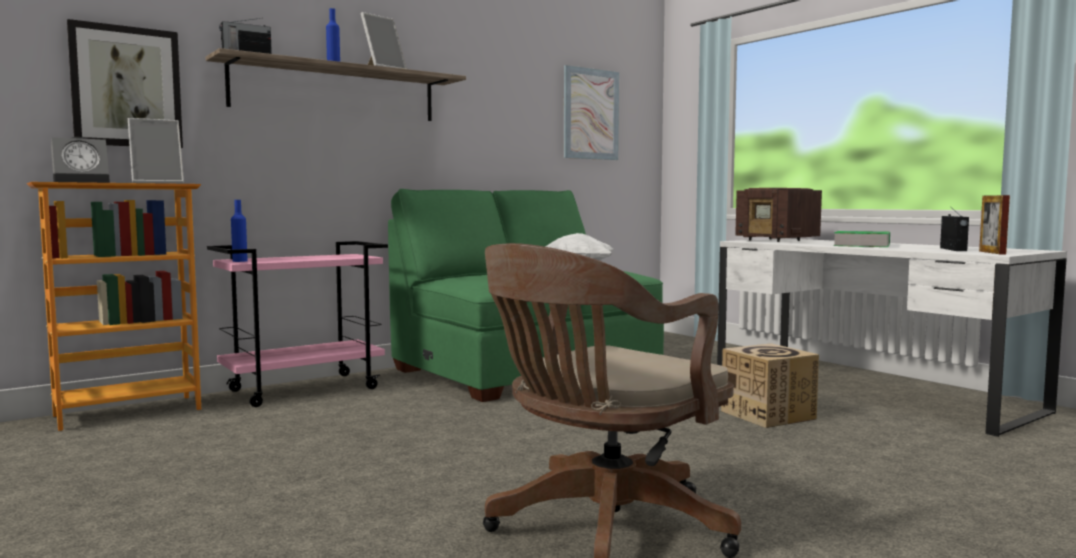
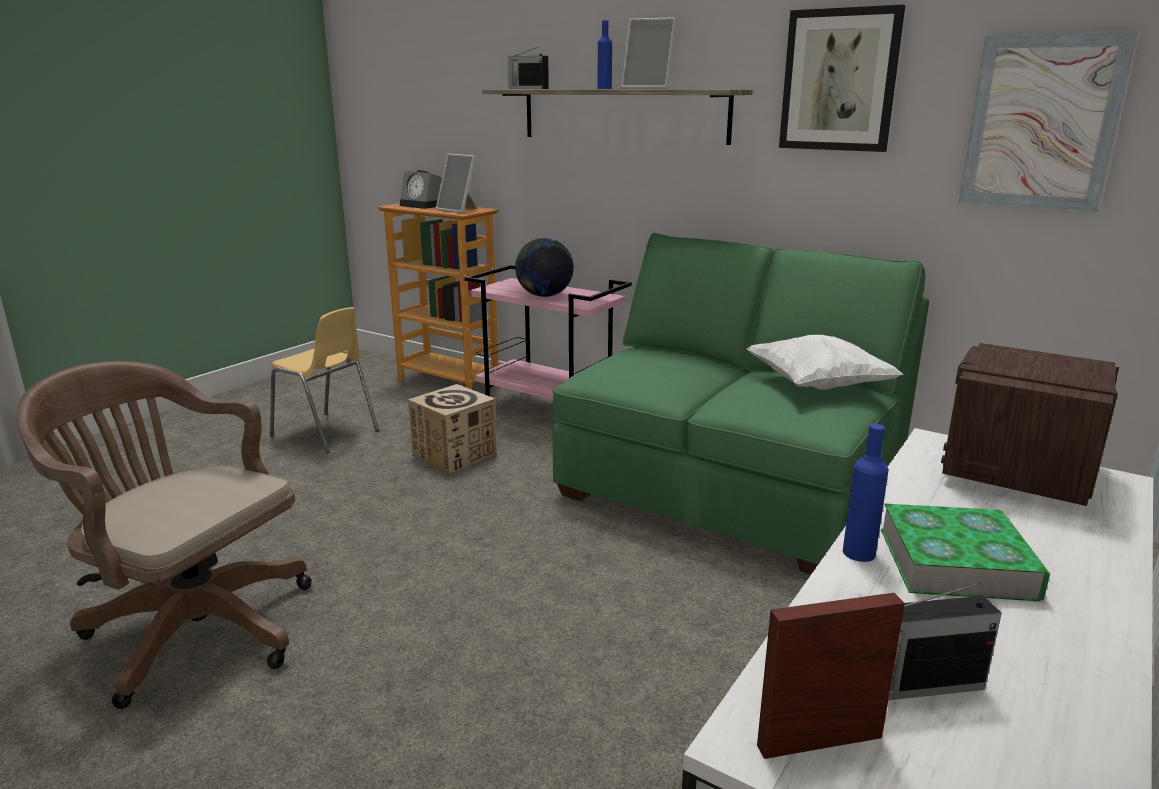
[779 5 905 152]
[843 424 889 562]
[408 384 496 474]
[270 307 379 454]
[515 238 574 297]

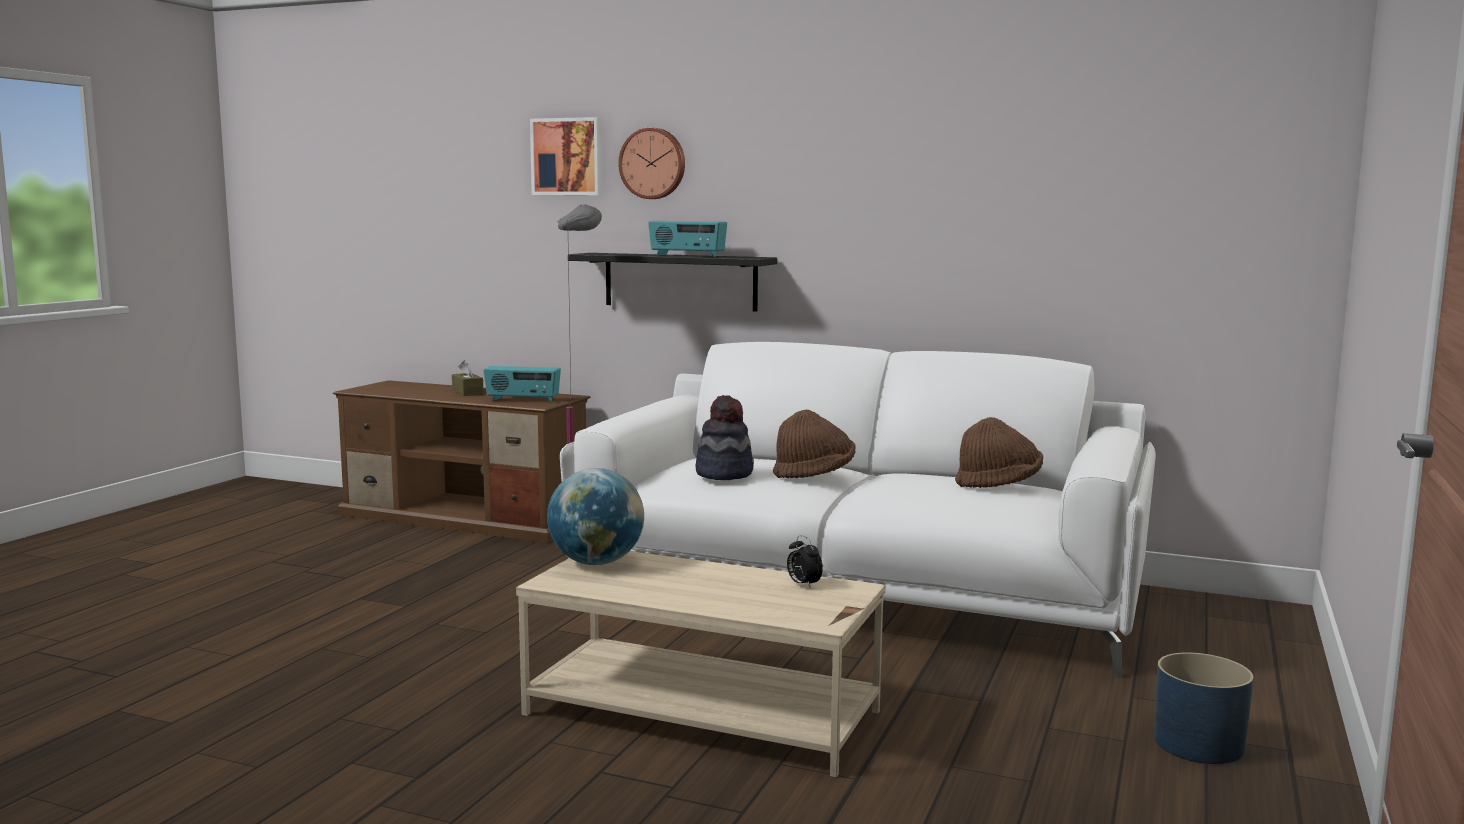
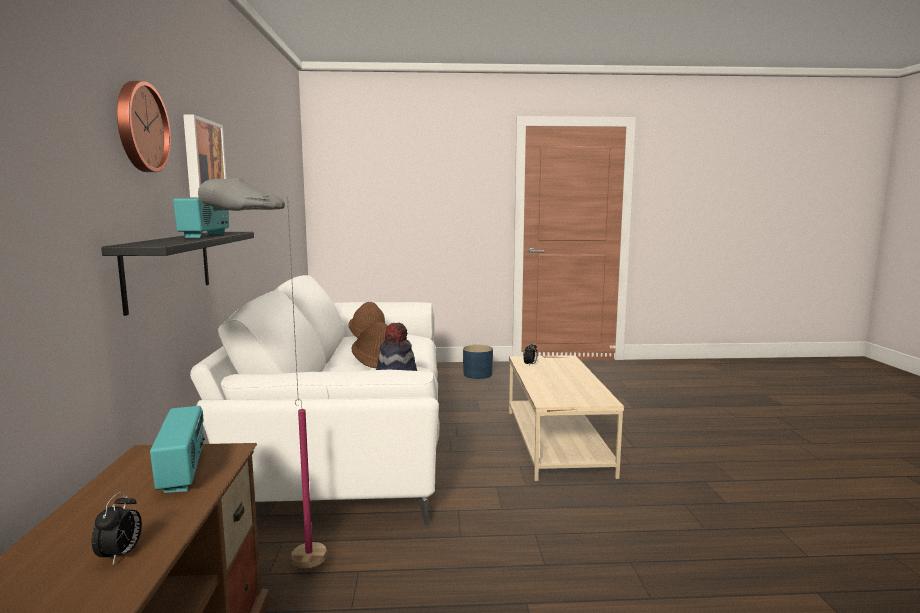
[452 360 484 396] (first image)
[183 114 227 198]
[547 468 644 565] (first image)
[92 492 142 565]

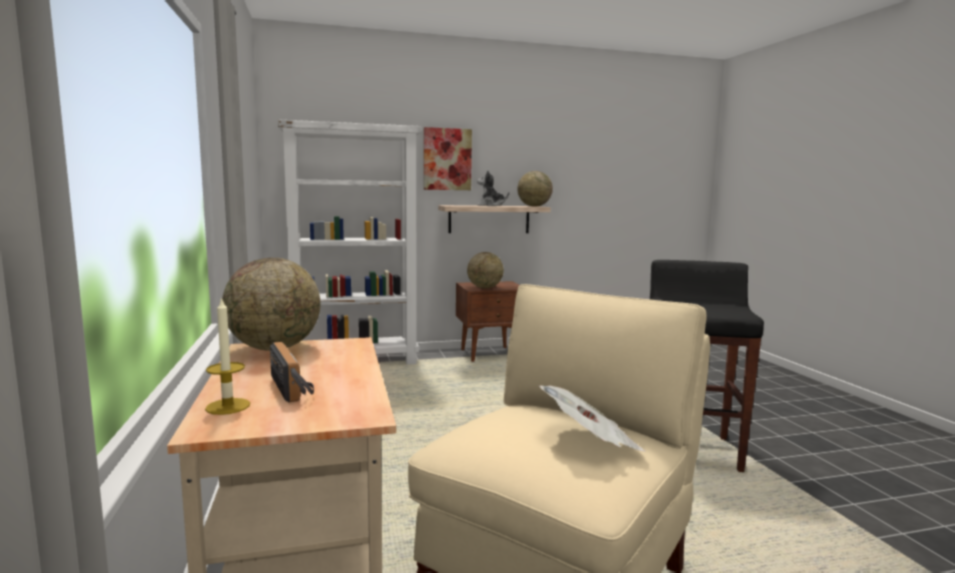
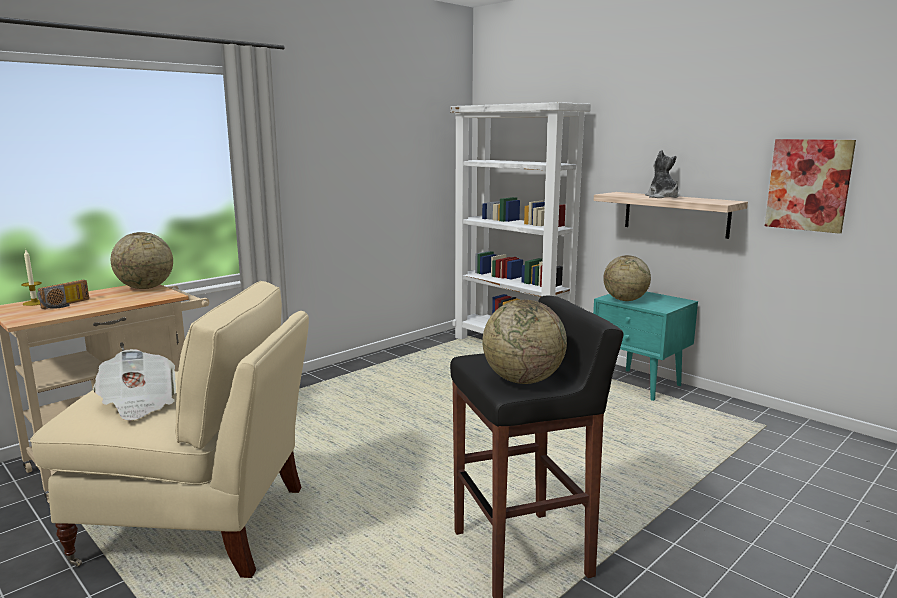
[765 139 856 234]
[593 291 698 401]
[482 300 567 384]

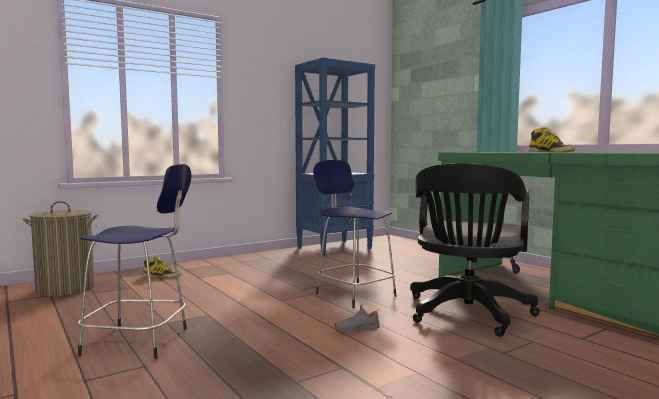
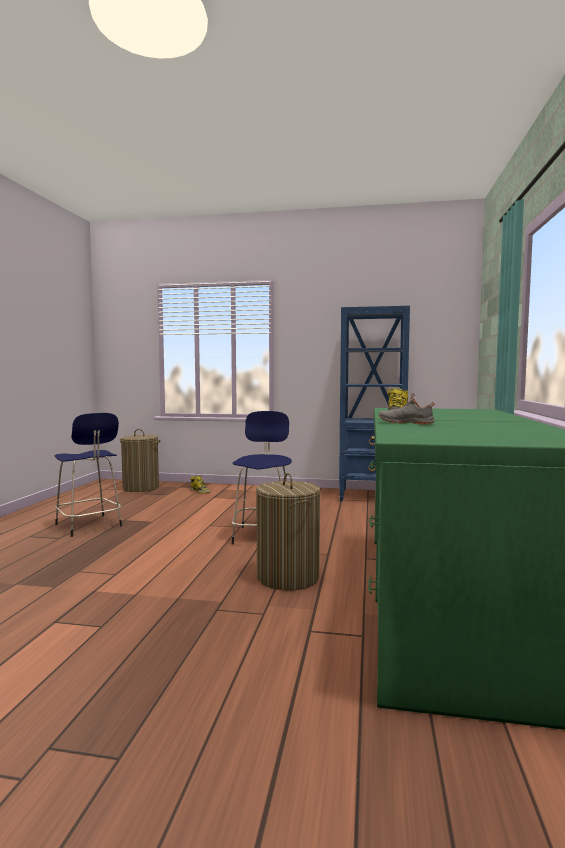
[379 393 435 425]
[256 473 321 590]

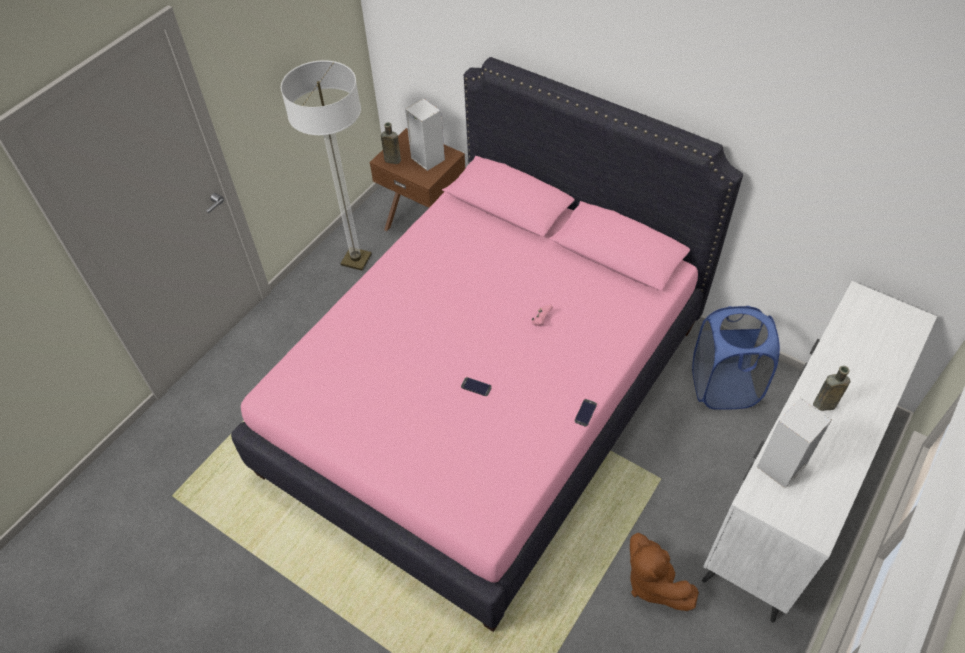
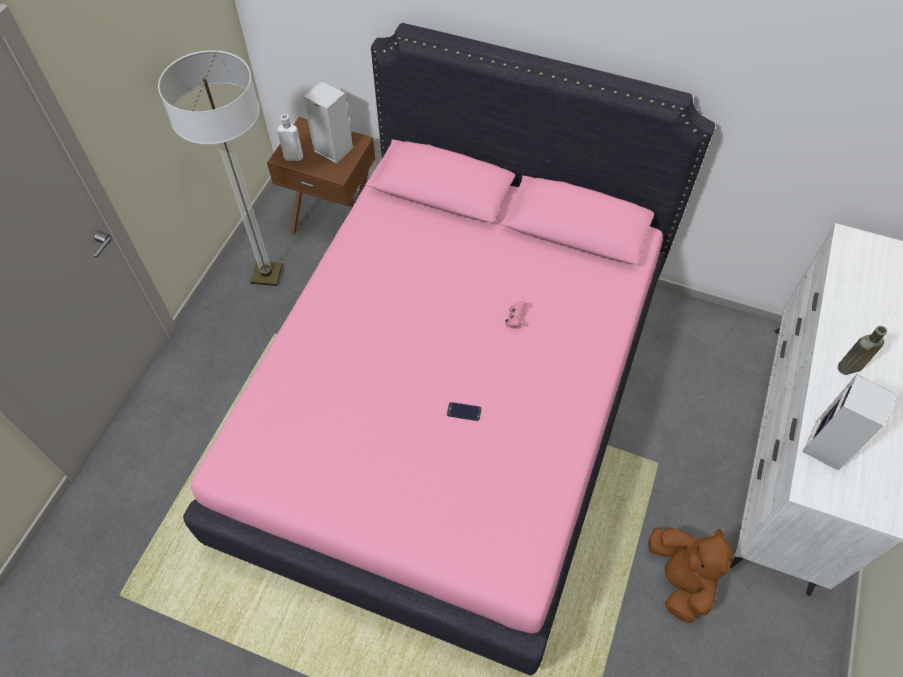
[277 114 303 161]
[575 399 597 426] (first image)
[648 527 733 623]
[692 306 780 410] (first image)

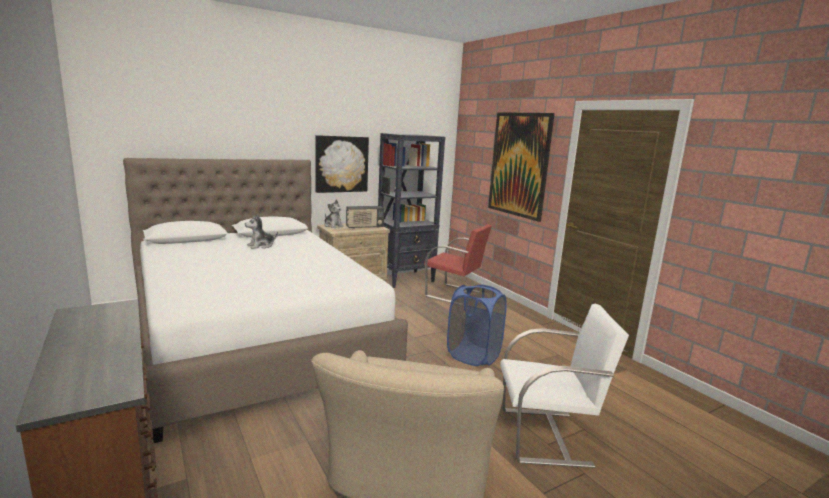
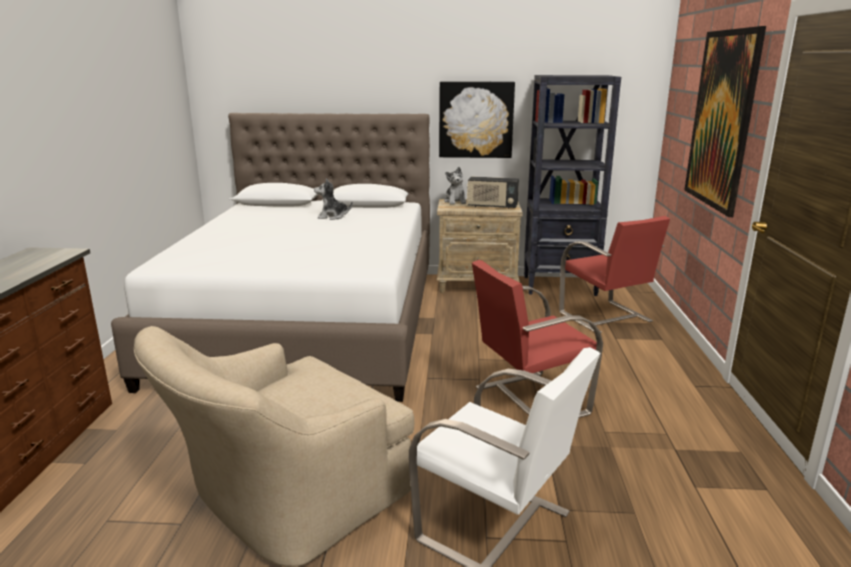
[472 260 603 418]

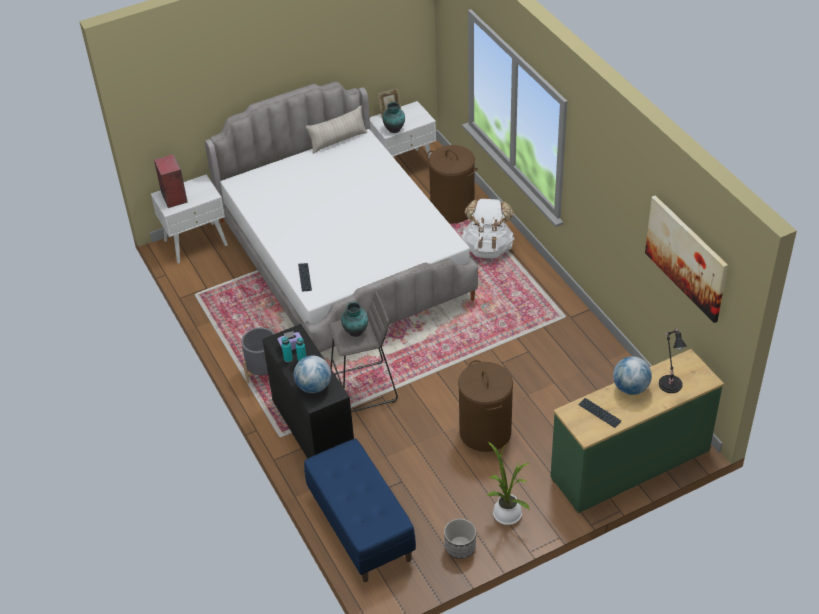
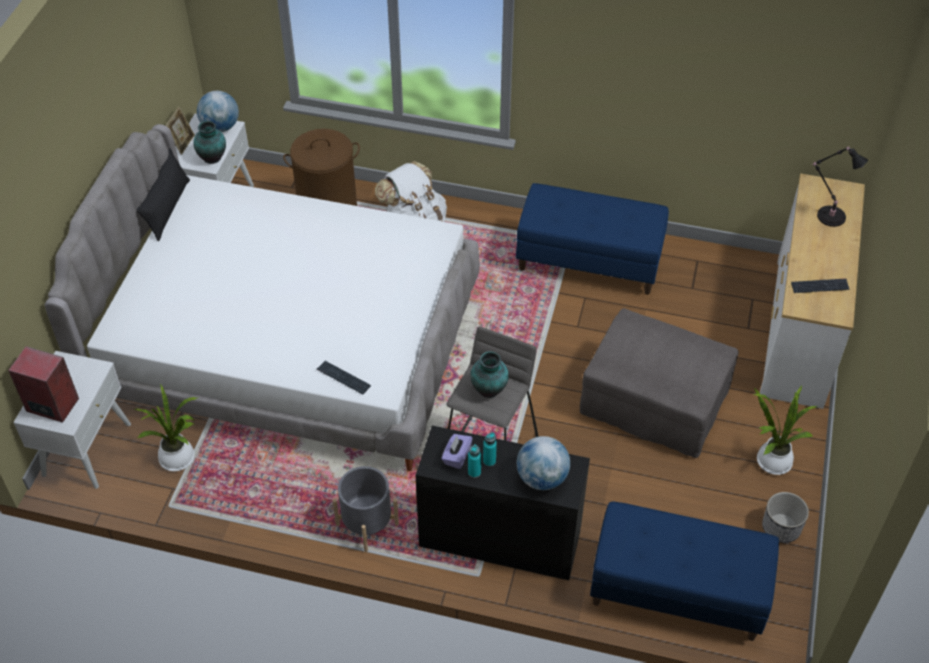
[137 148 190 242]
[580 308 739 458]
[760 173 865 409]
[197 91 239 132]
[645 195 728 323] (first image)
[134 383 197 471]
[516 183 669 295]

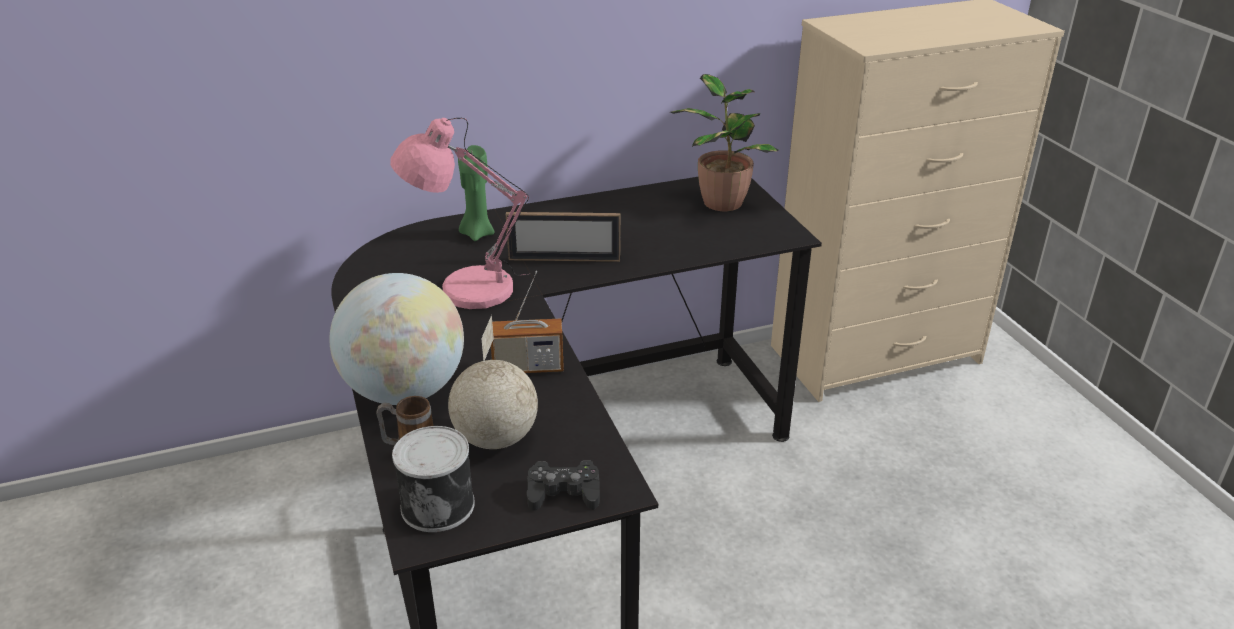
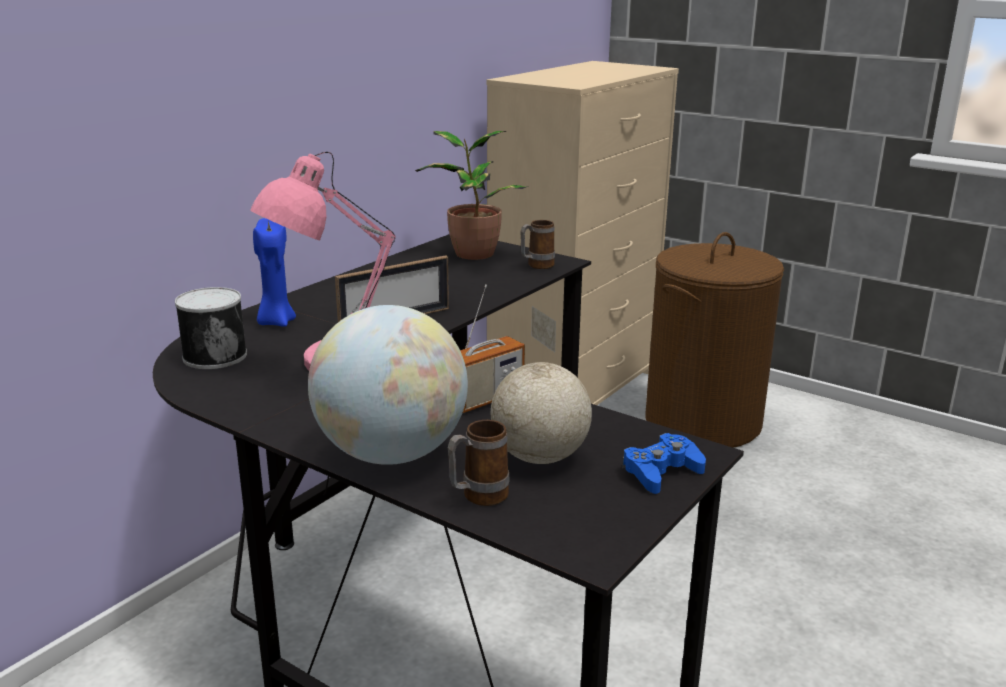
[175 287 247 369]
[253 218 296 327]
[622 433 706 494]
[520 220 555 269]
[645 232 784 448]

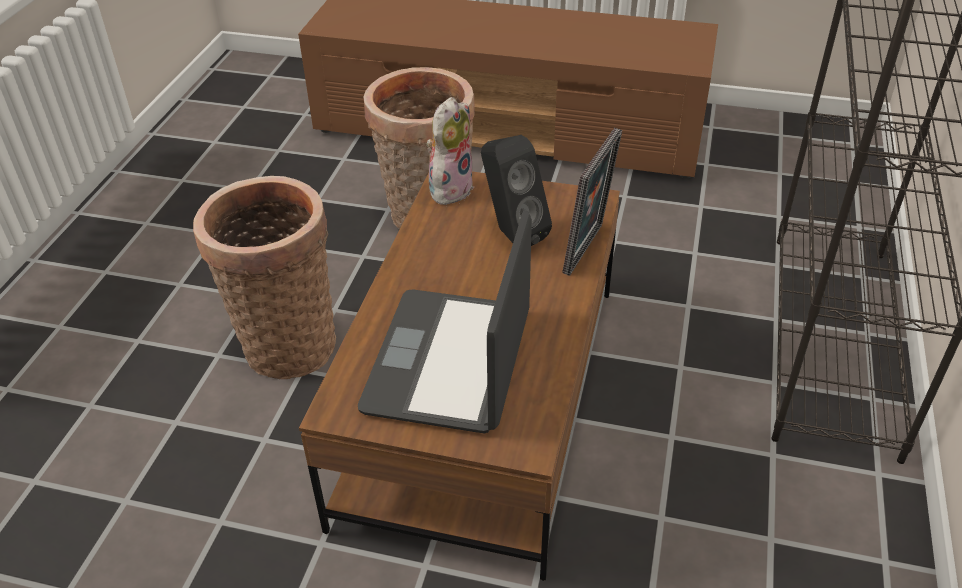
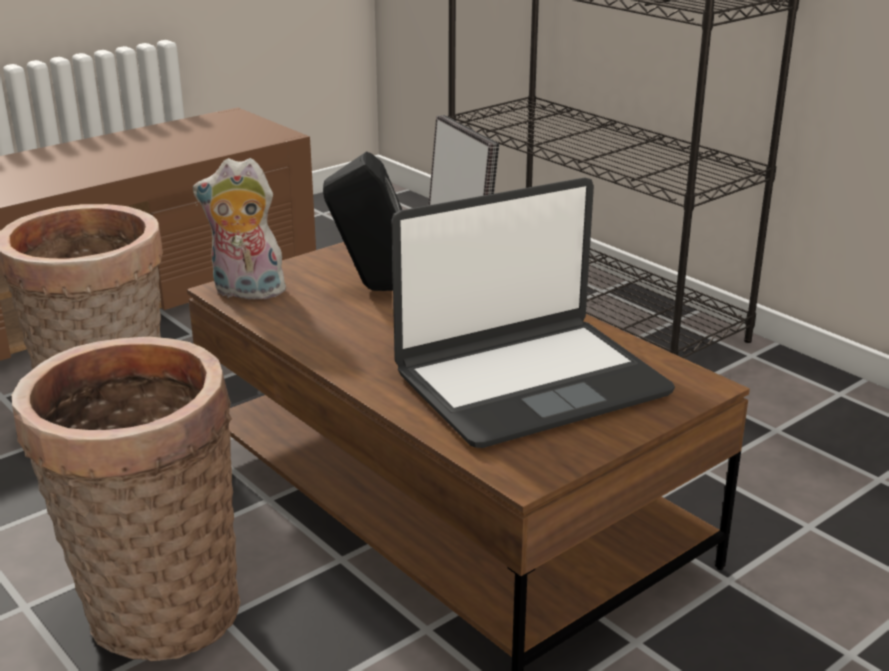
[391 177 675 448]
[193 158 286 299]

